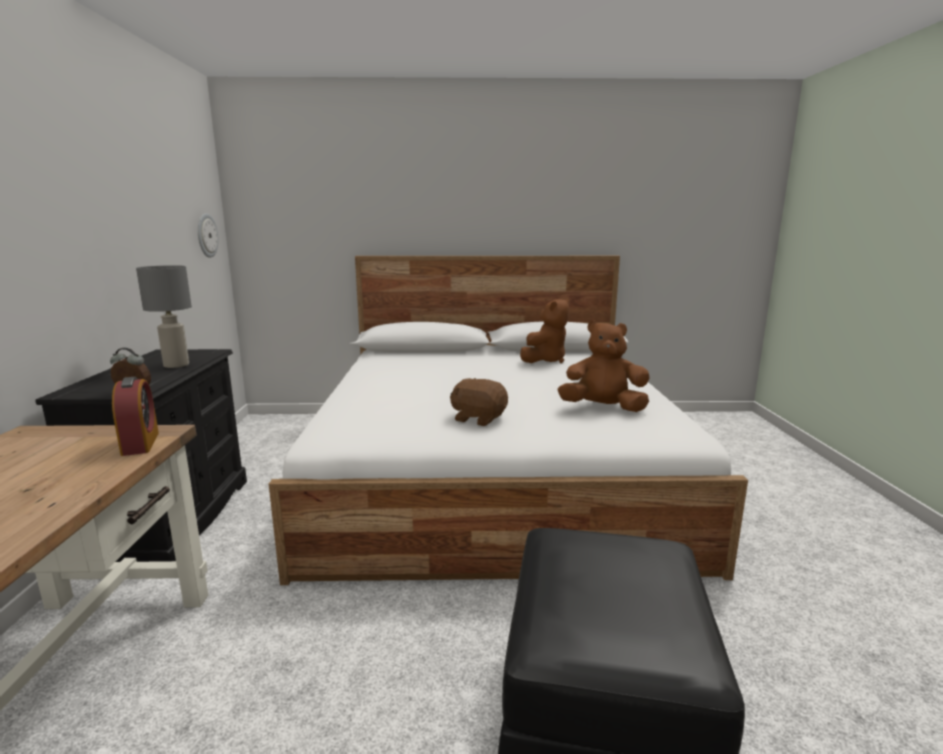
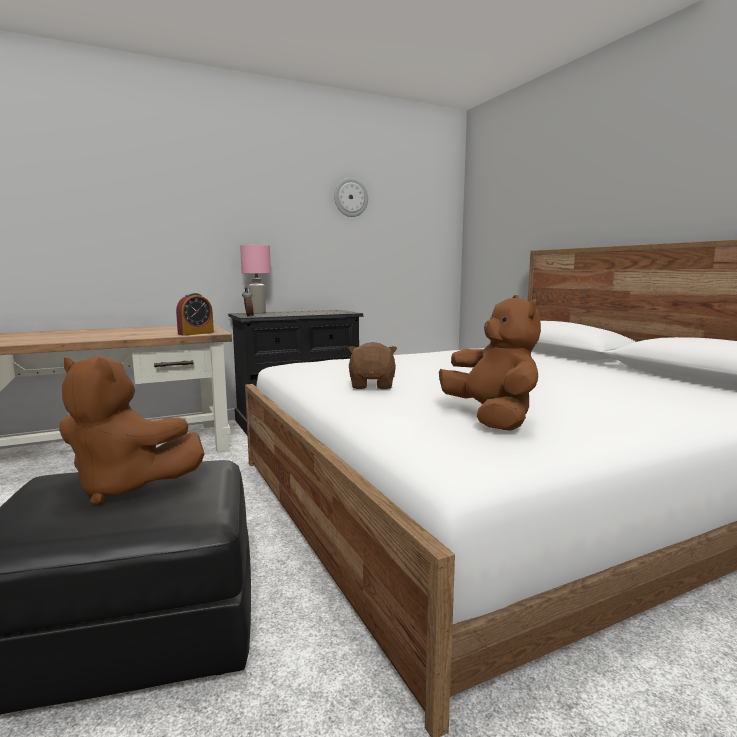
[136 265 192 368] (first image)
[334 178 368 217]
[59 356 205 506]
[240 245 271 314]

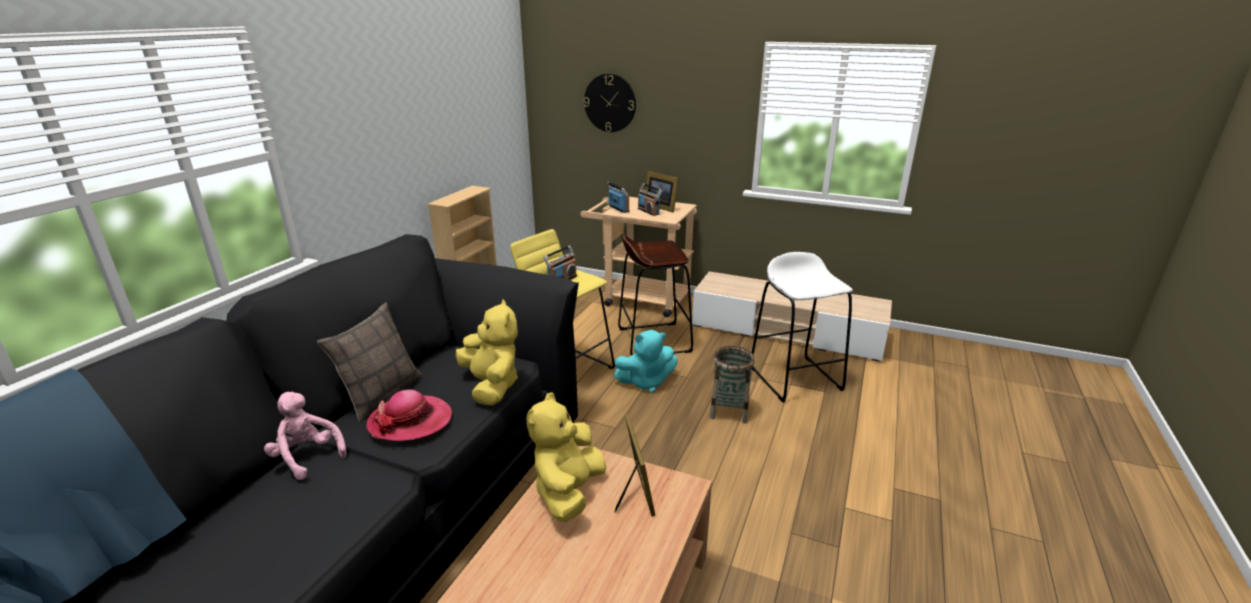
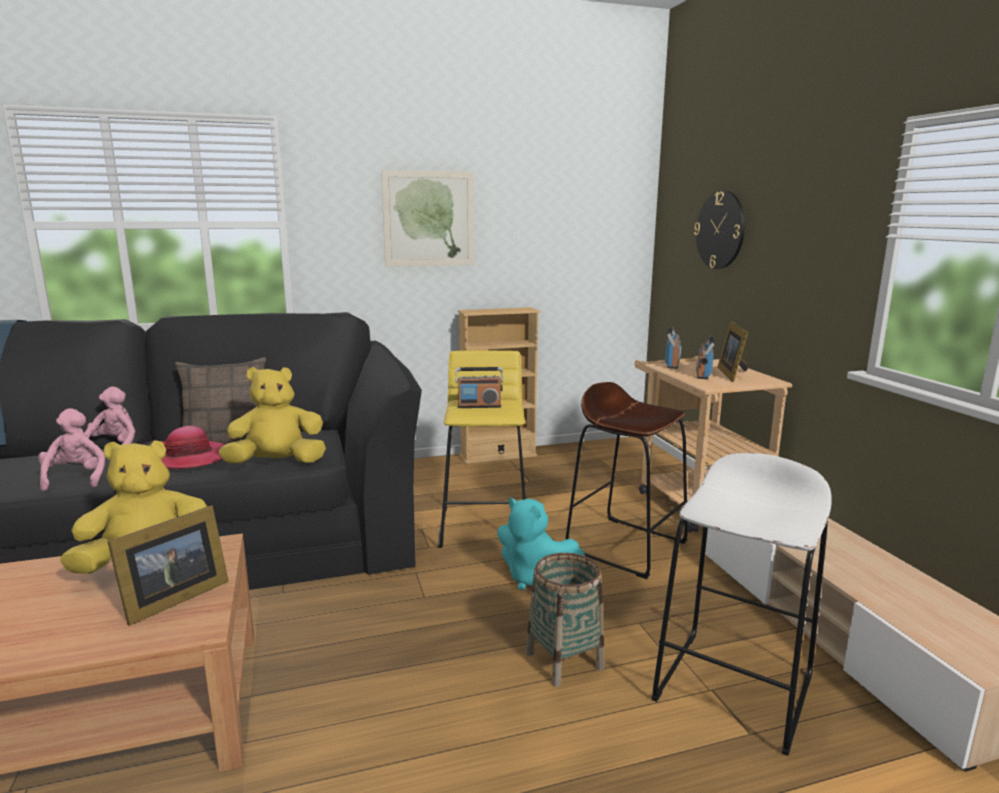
[219 367 326 463]
[38 408 105 491]
[381 170 474 267]

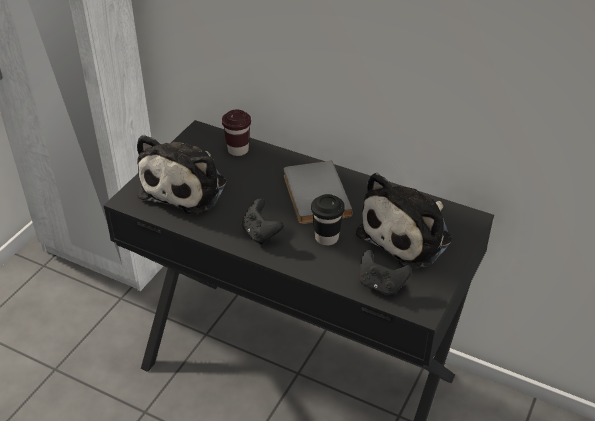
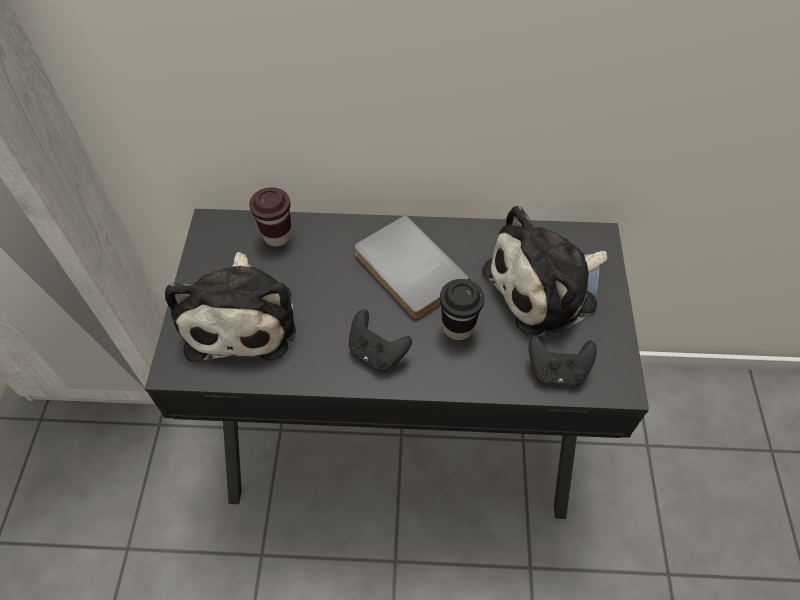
[482 206 607 337]

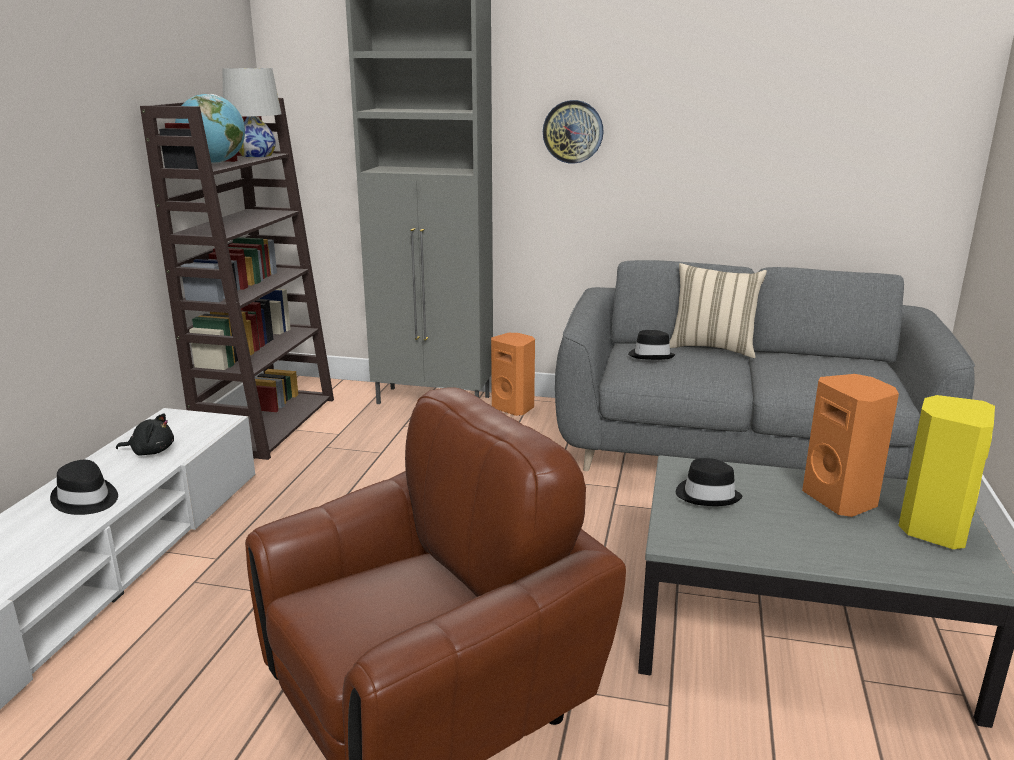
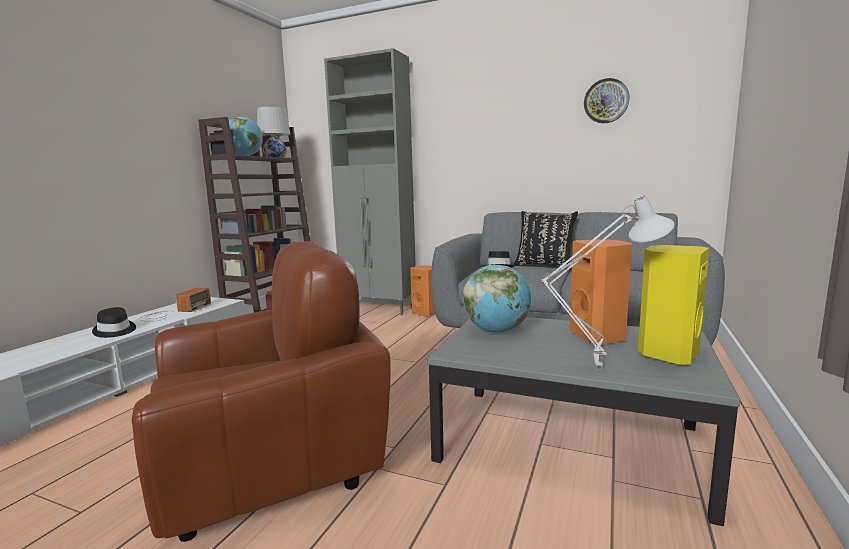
[139 288 211 321]
[584 78 630 123]
[514 211 578 270]
[463 264 531 333]
[541 195 675 370]

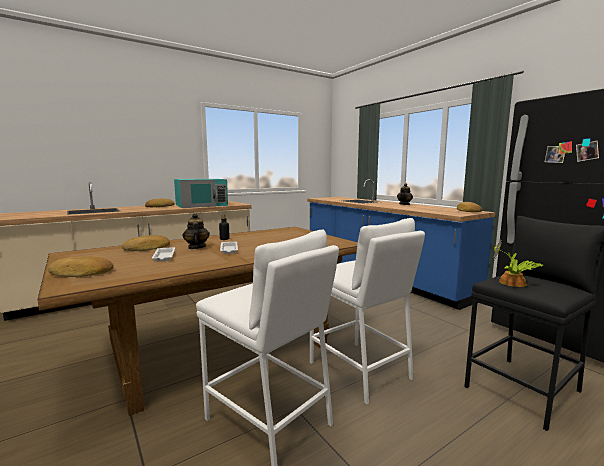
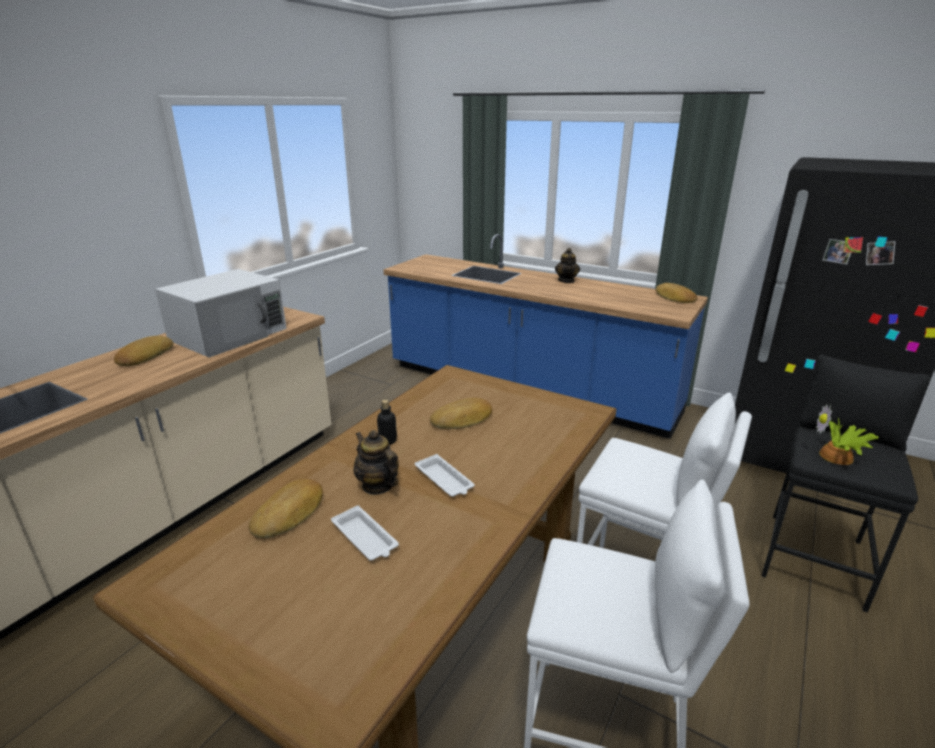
[430 398 493 429]
[155 269 287 358]

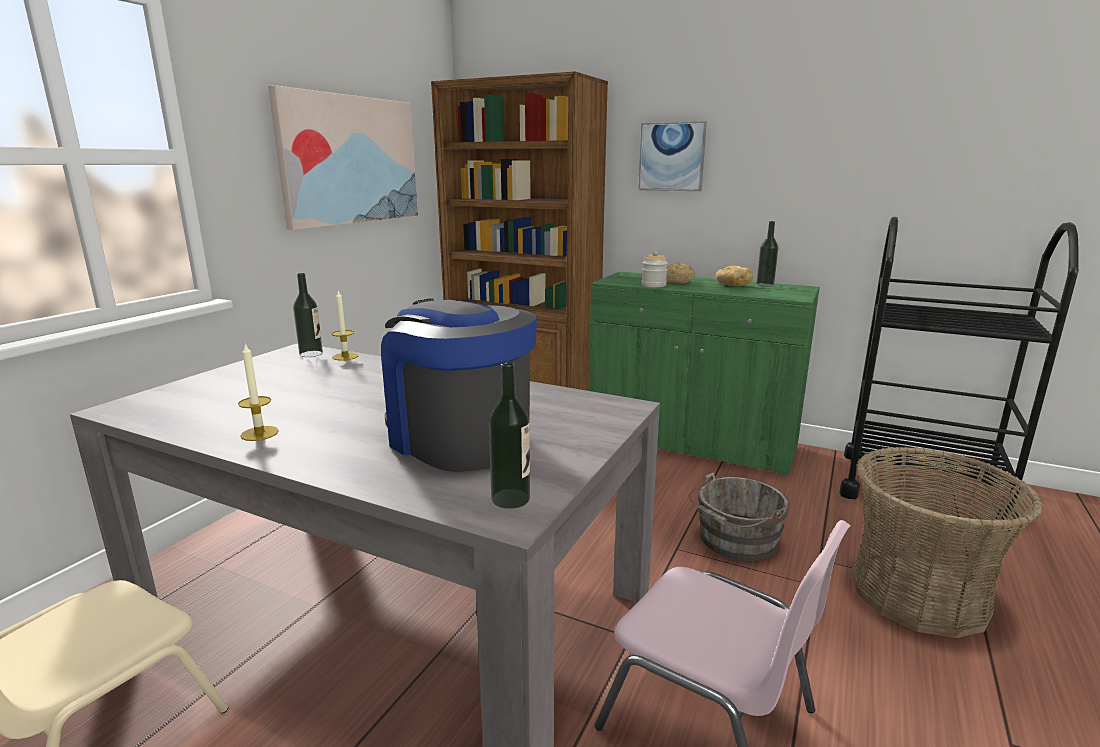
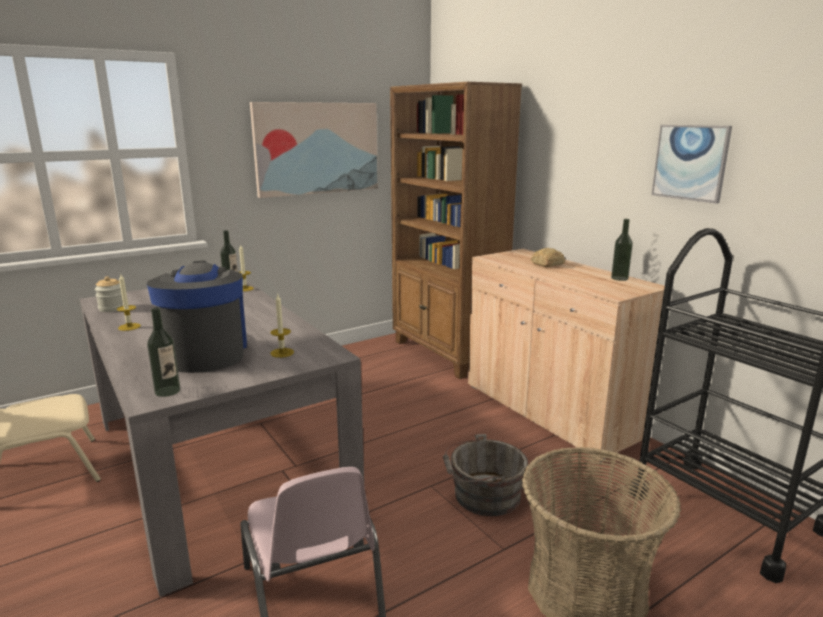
[468 249 665 462]
[651 125 732 204]
[95 276 124 312]
[716 266 753 286] (first image)
[271 295 294 358]

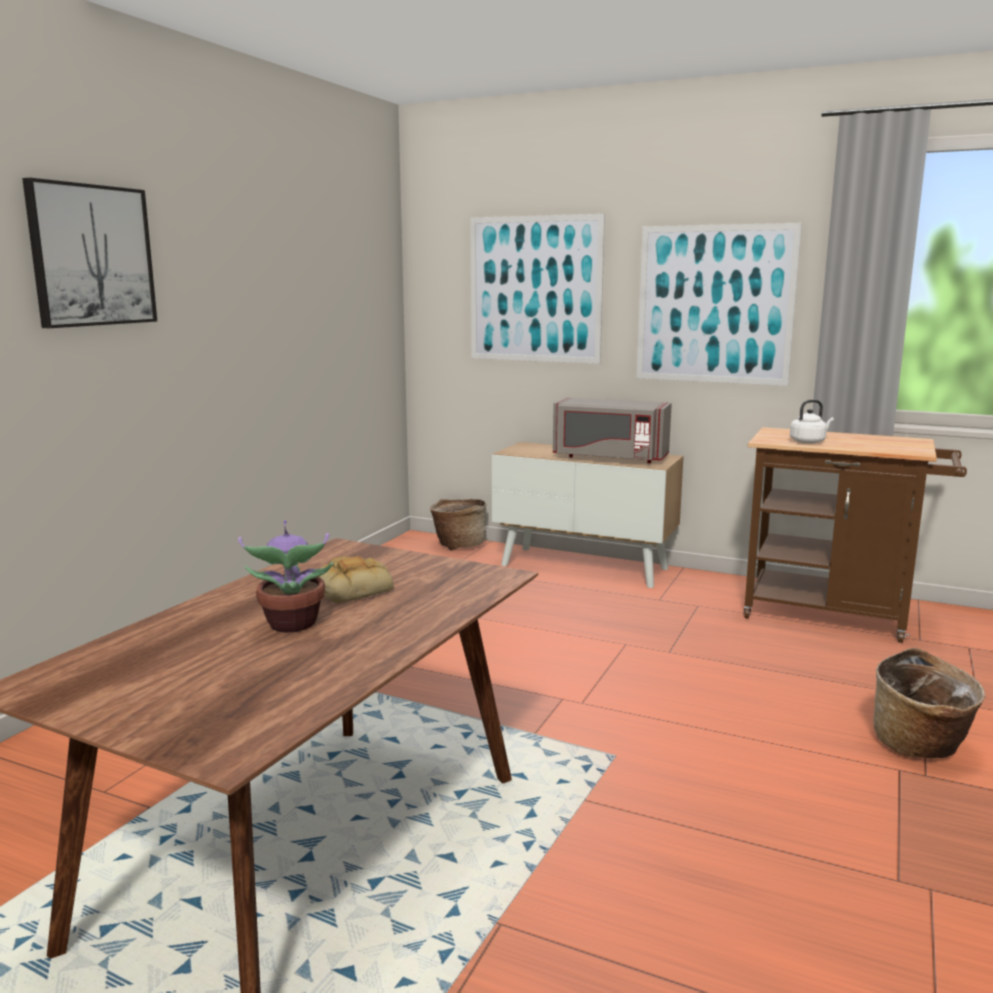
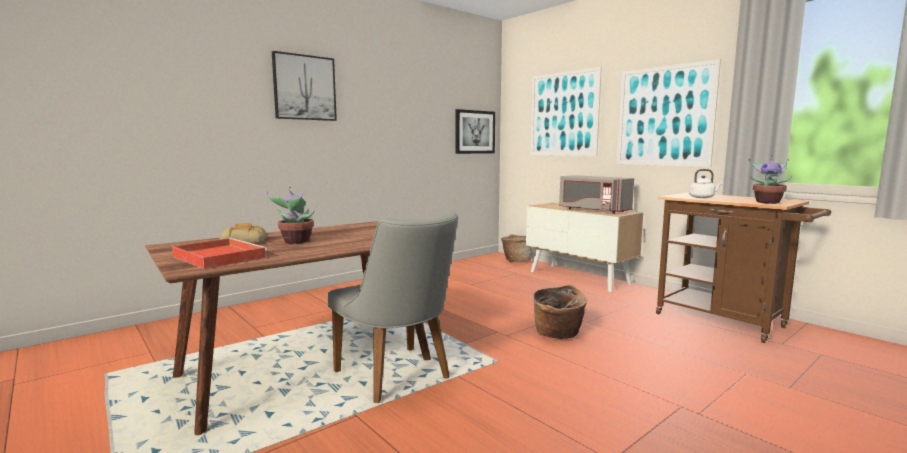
[220 223 267 244]
[533 285 587 339]
[172 238 268 269]
[327 212 458 403]
[456 109 495 154]
[749 155 792 204]

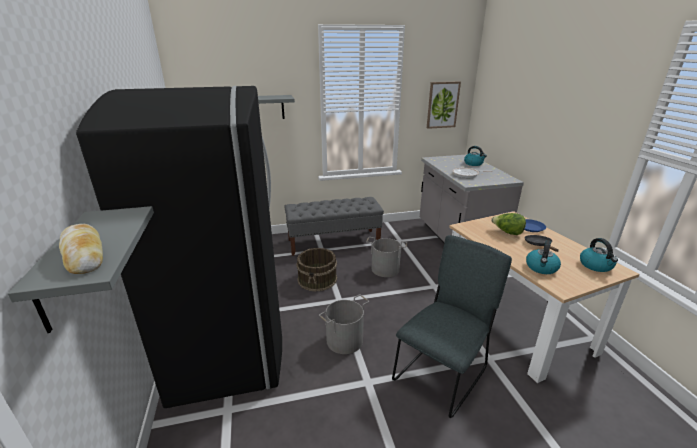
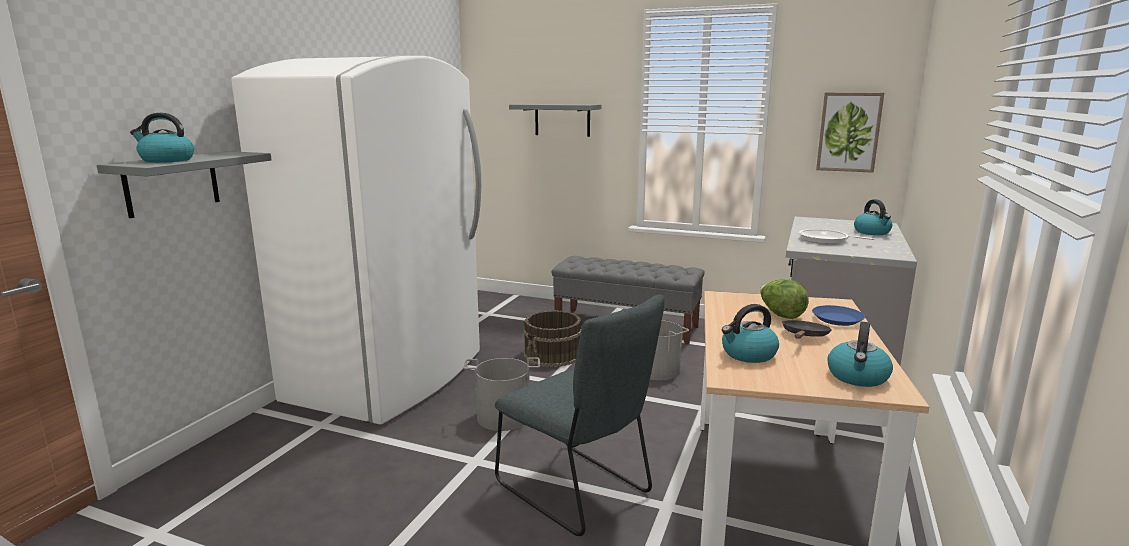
[130 113 194 163]
[231 55 481 424]
[495 295 664 536]

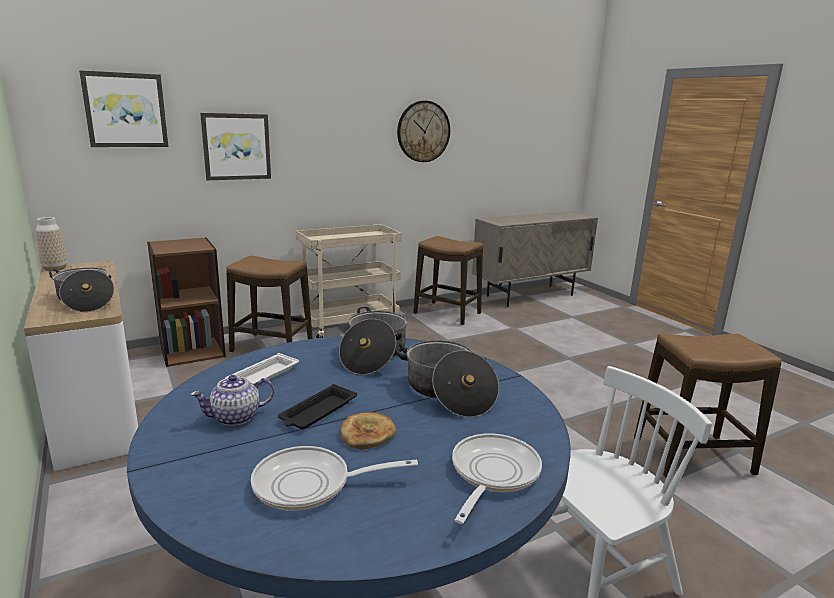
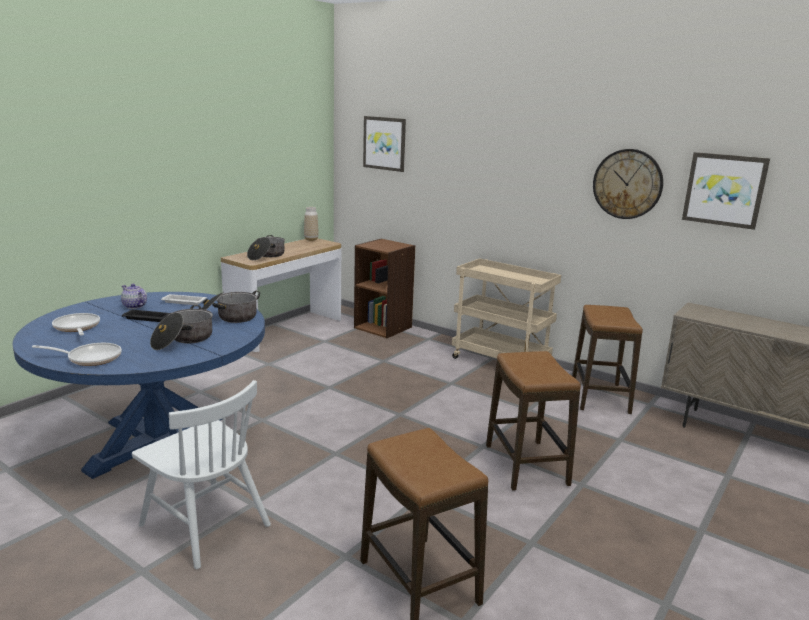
[682 152 770 230]
[486 351 581 491]
[340 412 396 450] (first image)

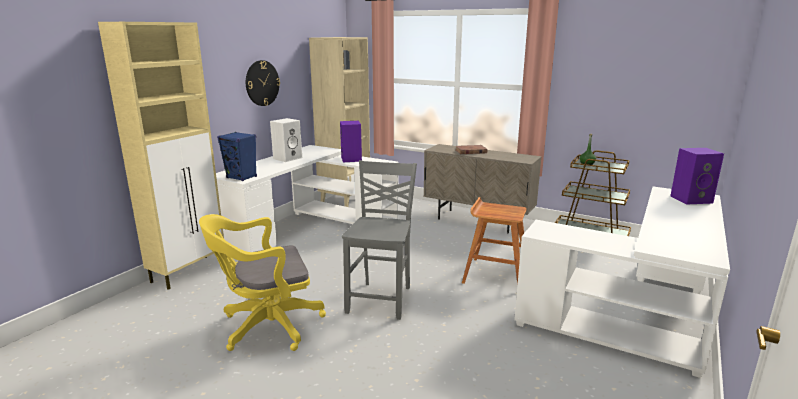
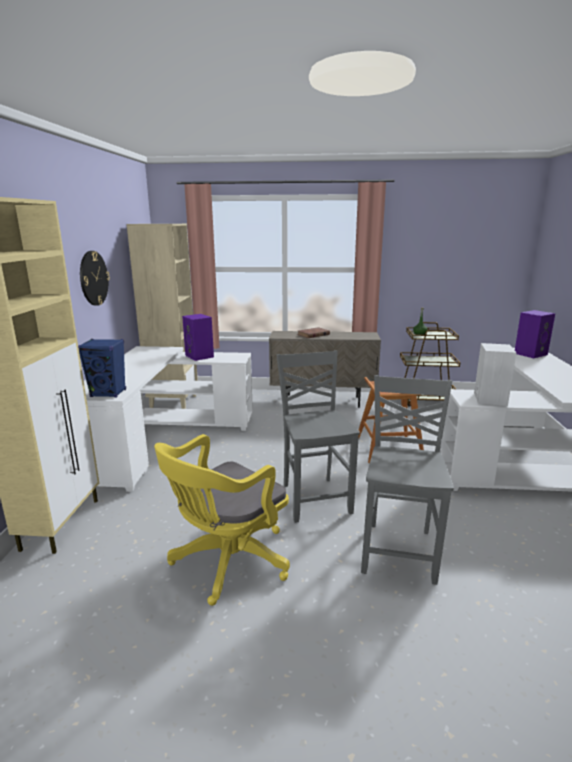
[474 343 517 406]
[361 375 454 585]

